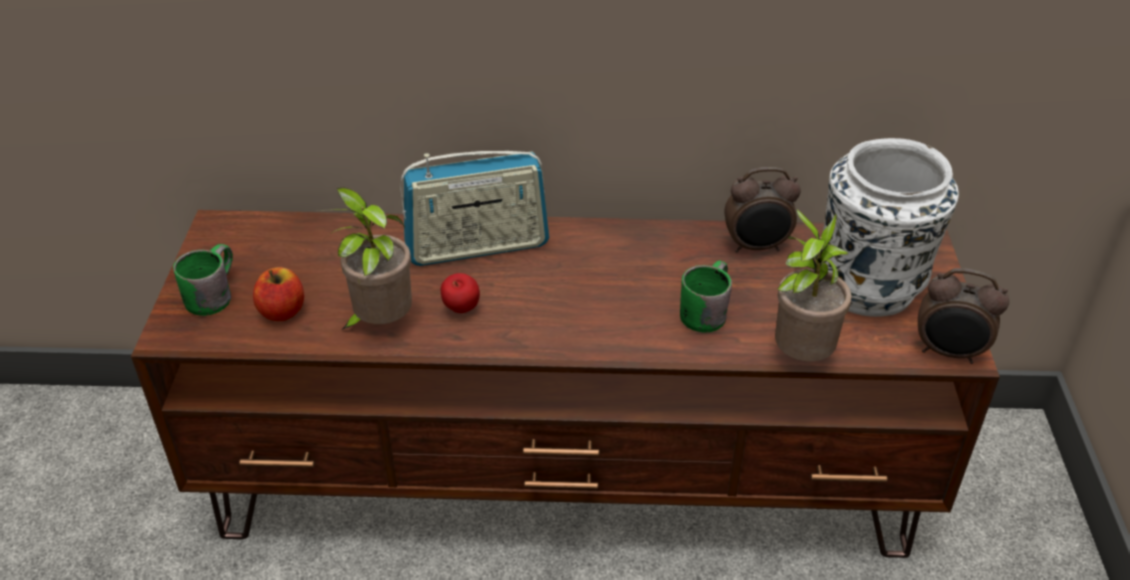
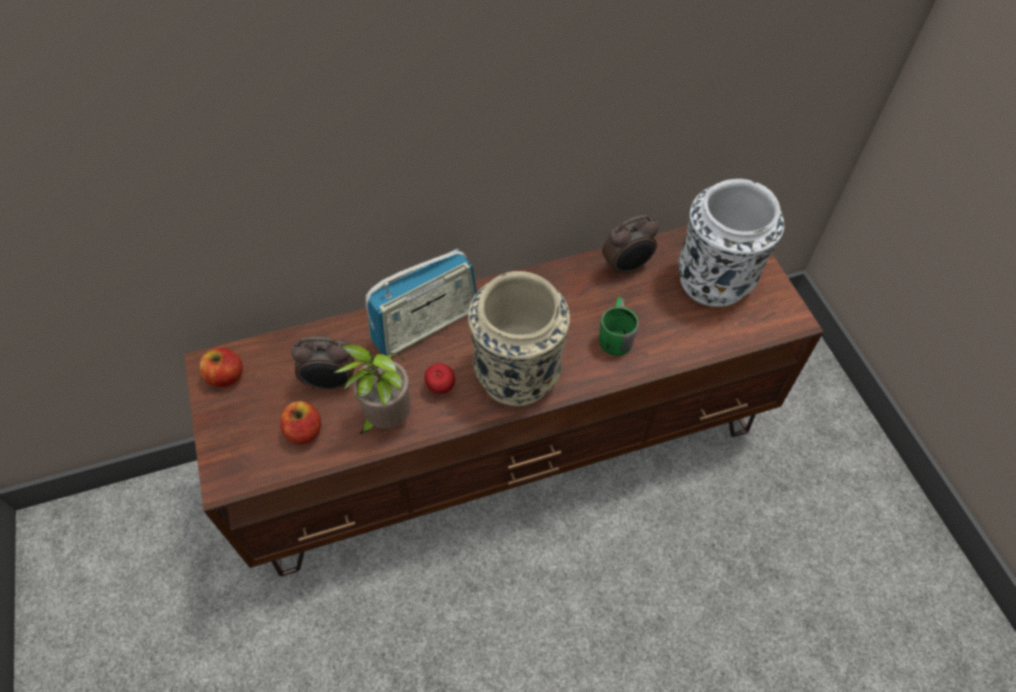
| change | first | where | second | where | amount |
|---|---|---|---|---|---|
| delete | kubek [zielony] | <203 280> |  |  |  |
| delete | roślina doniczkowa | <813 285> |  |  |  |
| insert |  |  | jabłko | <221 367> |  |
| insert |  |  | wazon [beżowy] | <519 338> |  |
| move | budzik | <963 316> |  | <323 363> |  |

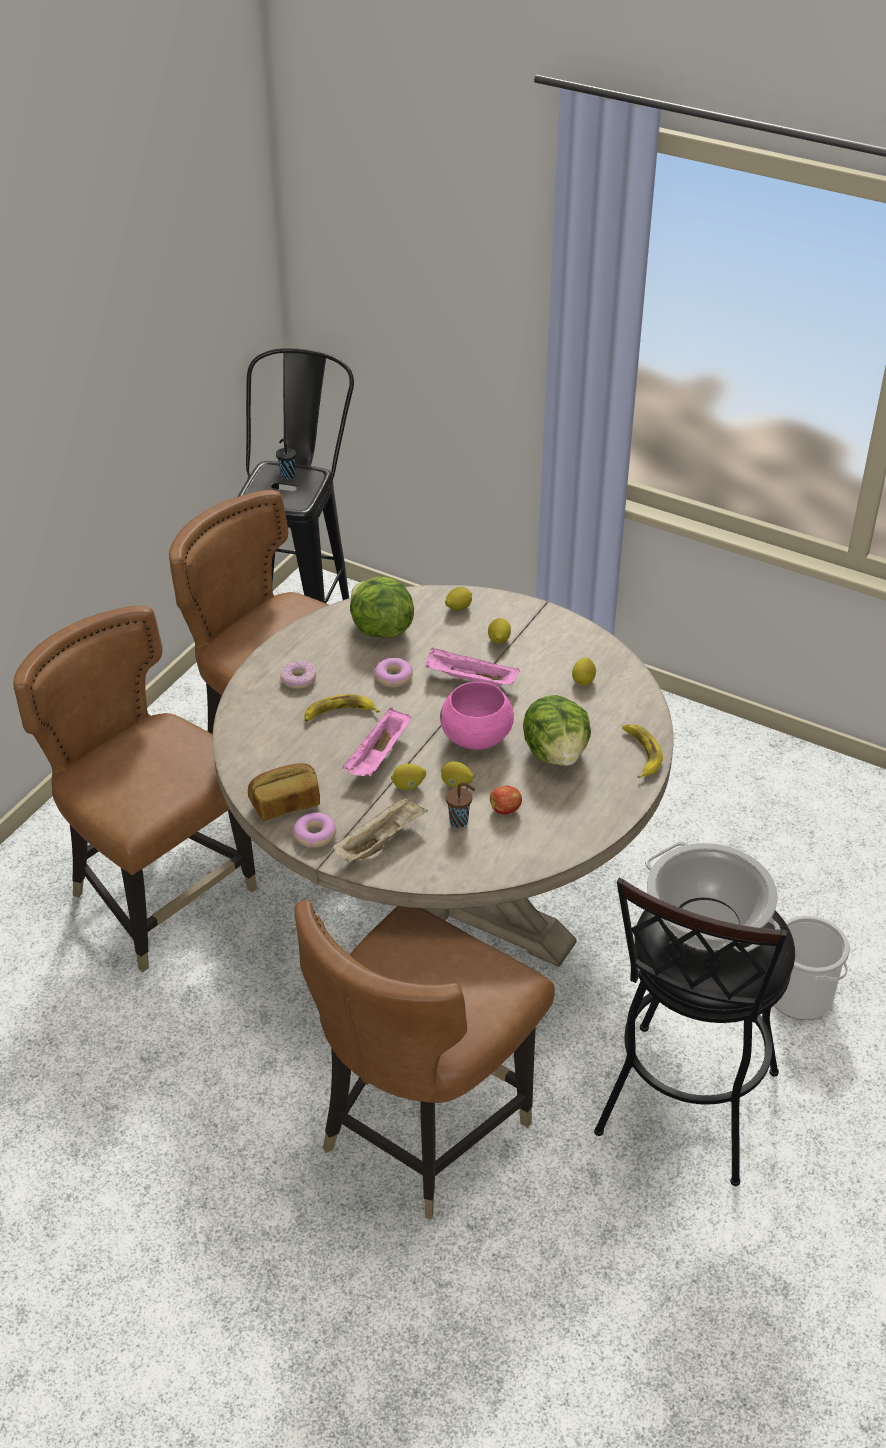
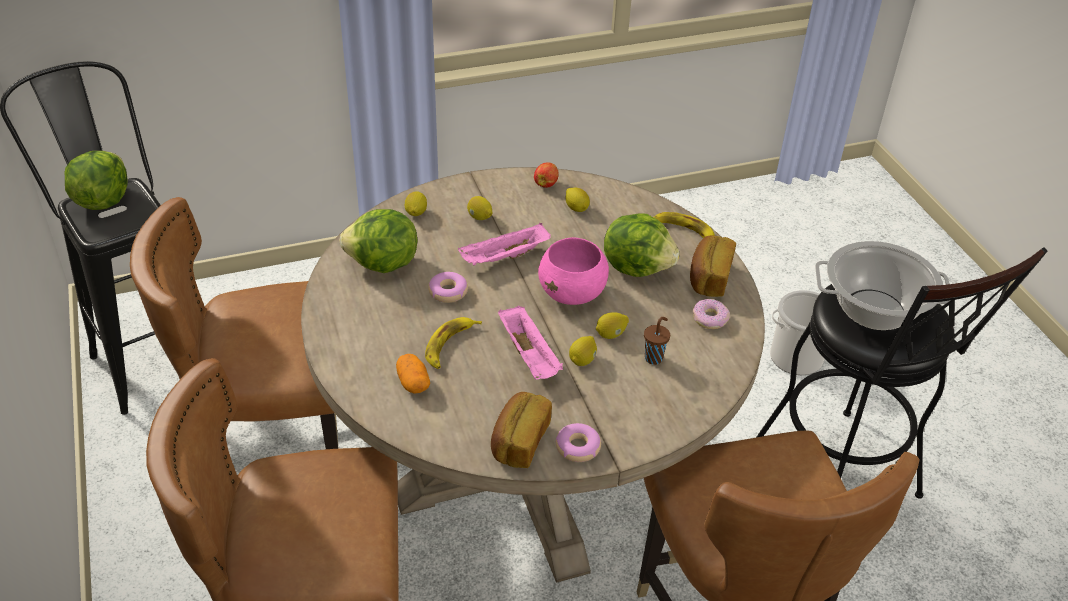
| change | first | where | second | where | amount |
|---|---|---|---|---|---|
| delete | taca [beżowy] | <380 829> |  |  |  |
| insert |  |  | ziemniak | <413 374> |  |
| insert |  |  | chleb | <713 266> |  |
| move | donut | <298 675> |  | <711 314> |  |
| move | jabłko | <506 800> |  | <546 175> |  |
| replace | filiżanka [czarny] | <286 459> | sałata | <96 180> |  |

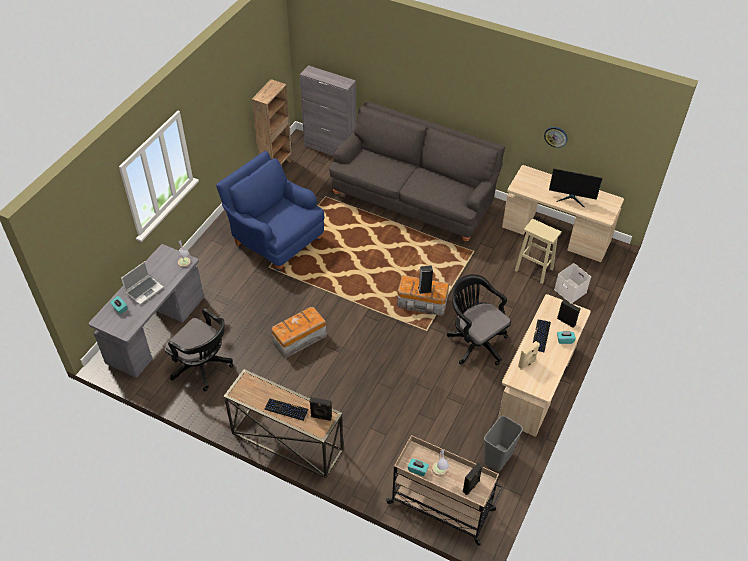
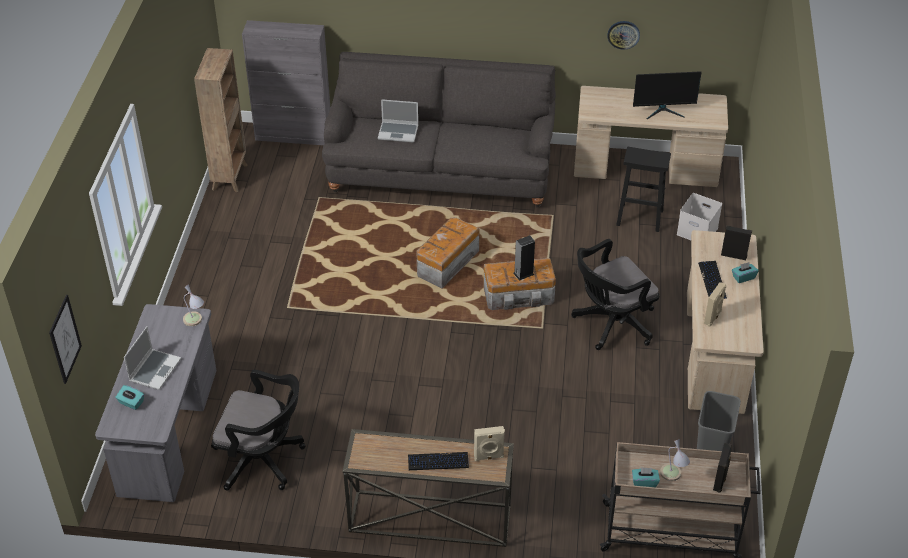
| change | first | where | second | where | amount |
|---|---|---|---|---|---|
| delete | fotel [niebieski] | <270 211> |  |  |  |
| insert |  |  | obraz | <65 339> |  |
| insert |  |  | laptop | <398 120> |  |
| move | pojemnik do przechowywania | <299 333> |  | <448 252> |  |
| recolor | głośnik [czarny] | <320 409> | głośnik [beżowy] | <489 443> |  |
| recolor | stołek [beżowy] | <538 251> | stołek [czarny] | <643 189> |  |
| rotate | krzesło biurowe [czarny] | <479 319> |  | <615 294> | 60 degrees counterclockwise |

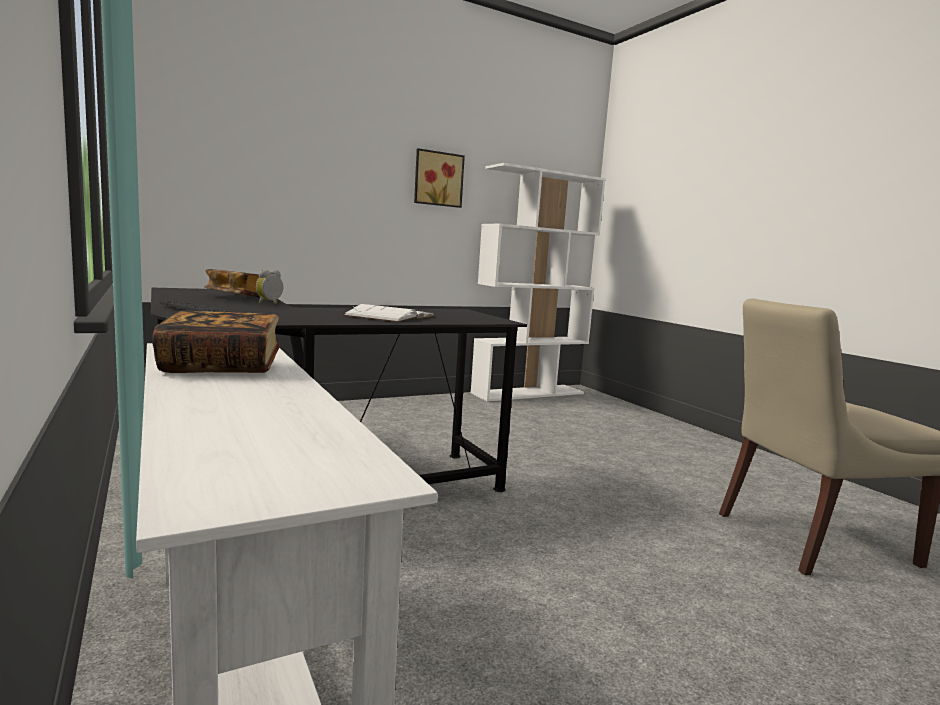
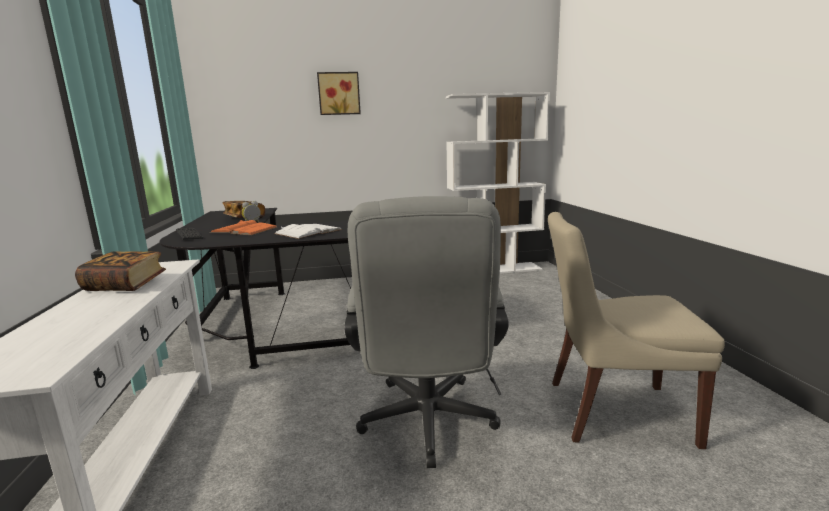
| change | first | where | second | where | amount |
|---|---|---|---|---|---|
| insert |  |  | książka [pomarańczowy] | <243 227> |  |
| insert |  |  | krzesło biurowe [szary] | <427 332> |  |
| move | obraz | <439 178> |  | <339 93> |  |

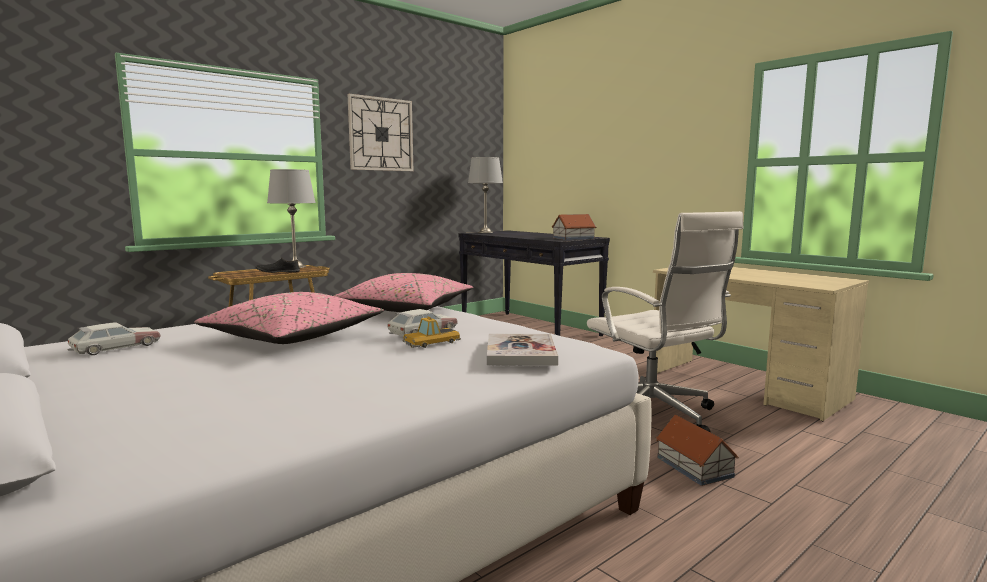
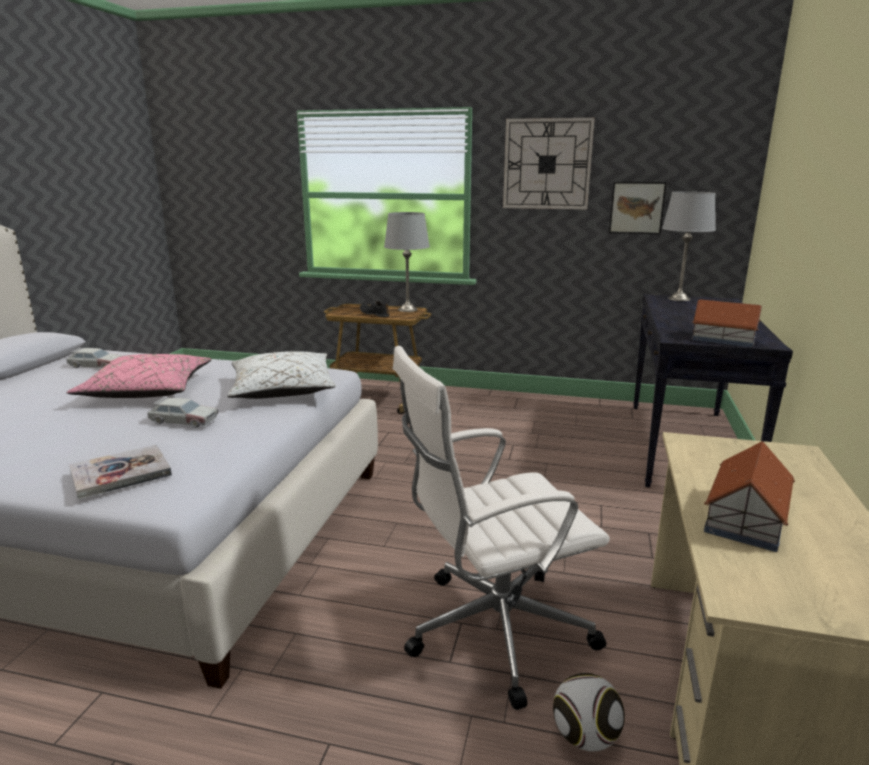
| change | first | where | second | where | amount |
|---|---|---|---|---|---|
| delete | samochodzik | <431 332> |  |  |  |
| insert |  |  | piłka futbolowa | <589 712> |  |
| insert |  |  | obraz | <638 208> |  |
| move | domek | <697 450> |  | <749 496> |  |
| recolor | poduszka [różowy] | <403 292> | poduszka [biały] | <281 375> |  |
| rotate | krzesło biurowe [biały] | <665 322> |  | <501 528> | 45 degrees clockwise |

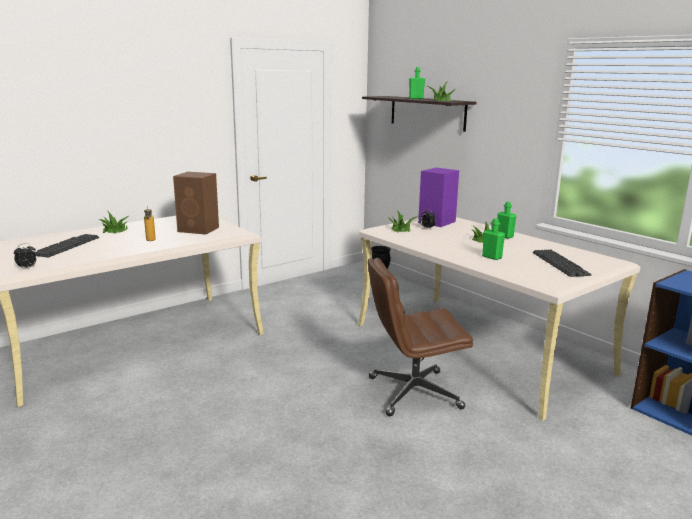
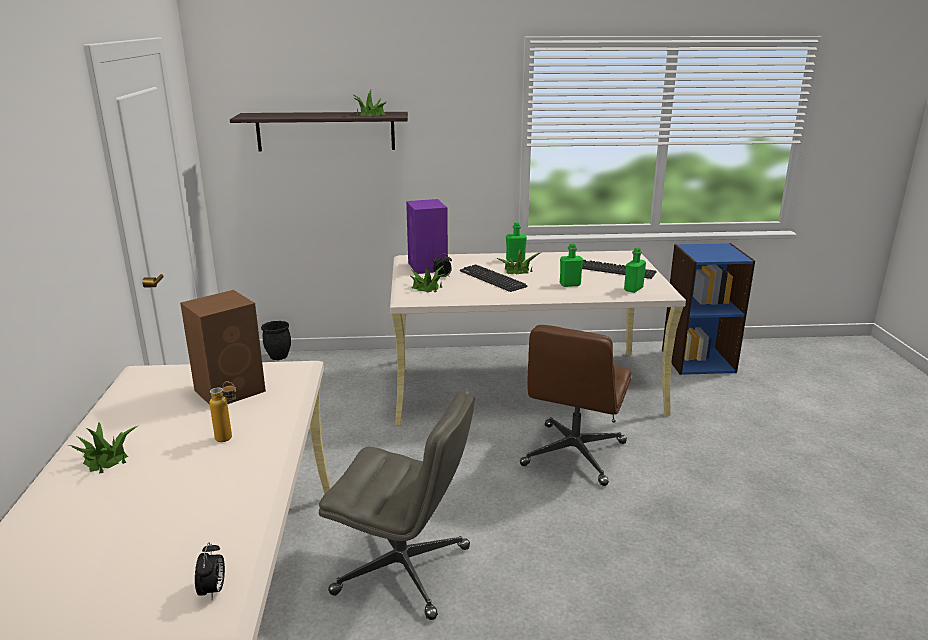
| change | first | where | second | where | amount |
|---|---|---|---|---|---|
| insert |  |  | krzesło biurowe [szary] | <397 505> |  |
| move | klawiatura | <66 245> |  | <494 278> |  |
| move | butelka [zielony] | <417 83> |  | <635 270> |  |

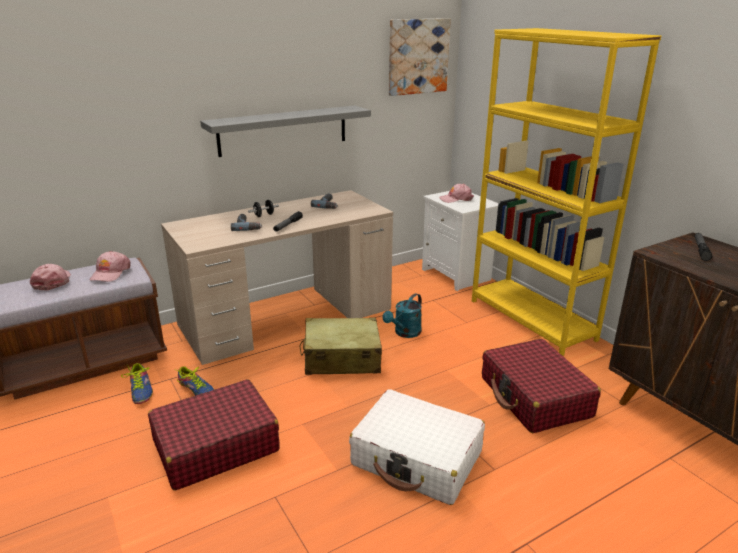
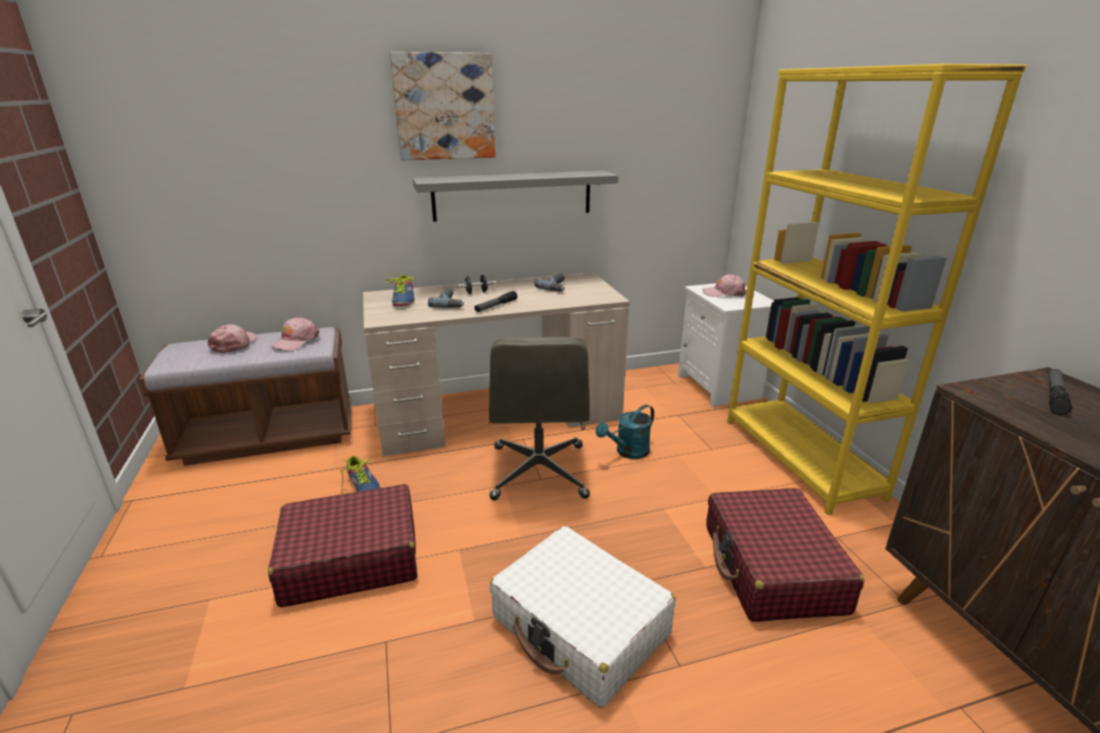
| change | first | where | second | where | amount |
|---|---|---|---|---|---|
| move | but | <137 383> |  | <400 290> |  |
| move | obraz | <420 57> |  | <443 106> |  |
| replace | walizka [beżowy] | <341 346> | krzesło biurowe [szary] | <539 418> |  |

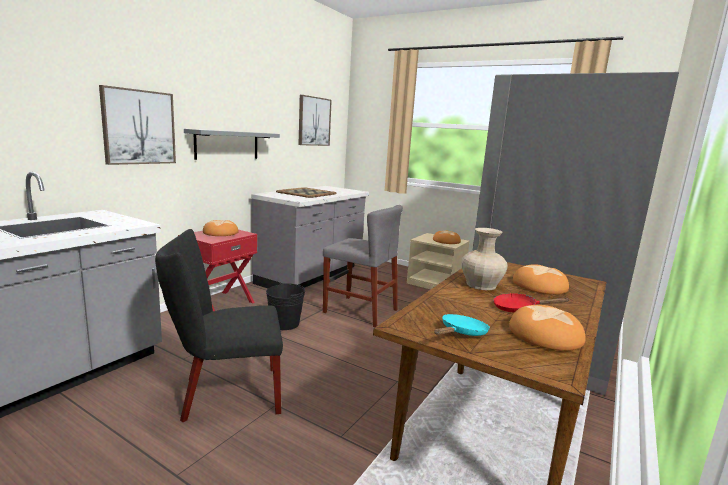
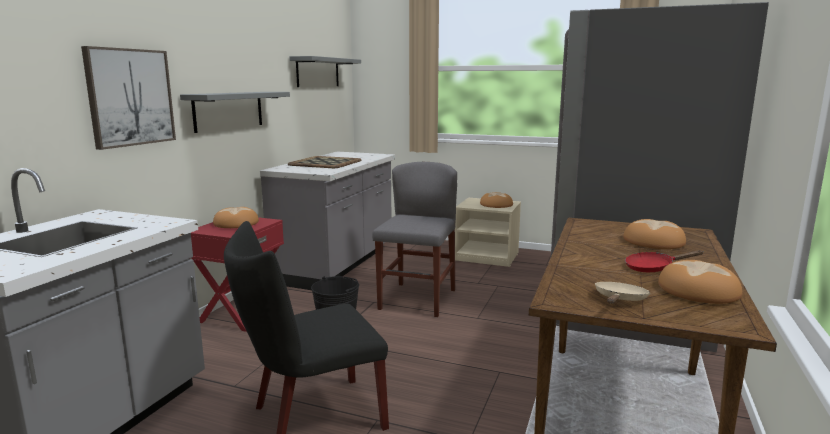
| change | first | where | second | where | amount |
|---|---|---|---|---|---|
| delete | wazon [beżowy] | <484 259> |  |  |  |
| replace | obraz | <315 120> | półka [szary] | <325 71> |  |
| recolor | patelnia [turkusowy] | <462 325> | patelnia [beżowy] | <622 292> |  |
| rotate | krzesło [szary] | <363 266> |  | <414 239> | 90 degrees counterclockwise |

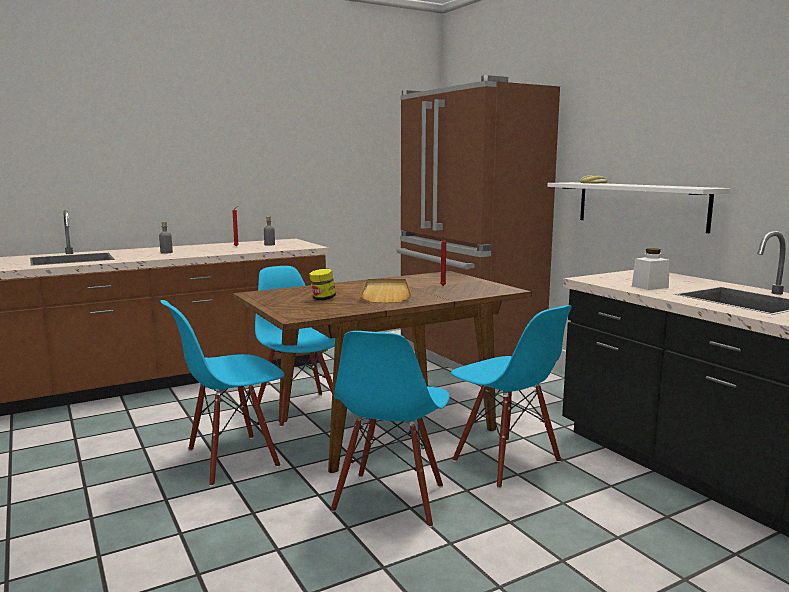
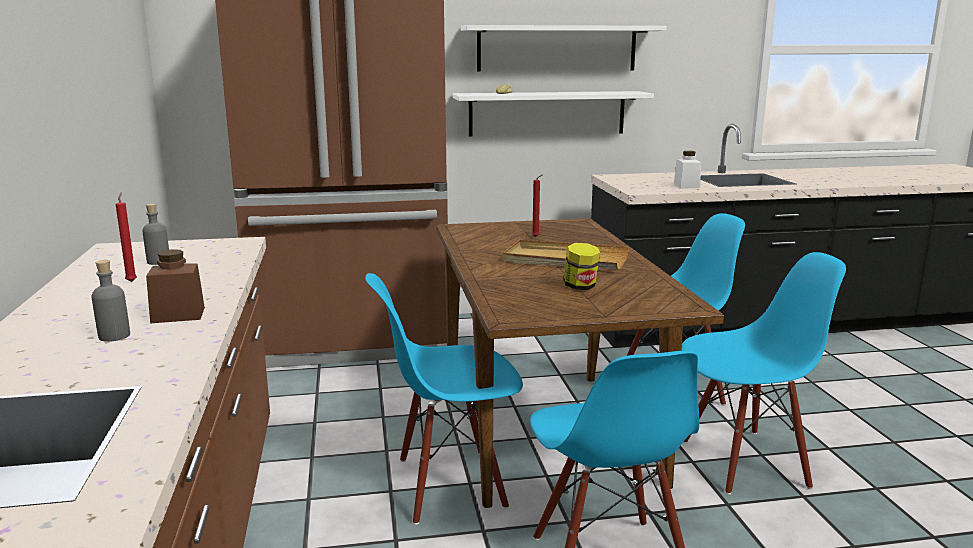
| change | first | where | second | where | amount |
|---|---|---|---|---|---|
| insert |  |  | słoik [brązowy] | <175 286> |  |
| insert |  |  | półka [biały] | <564 48> |  |
| rotate | krzesło [niebieski] | <390 429> |  | <763 373> | 45 degrees counterclockwise |

